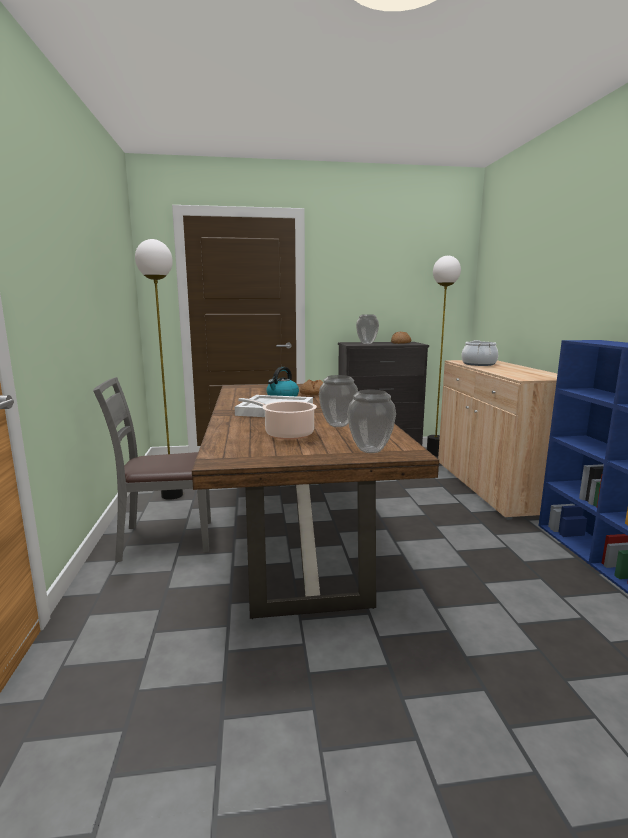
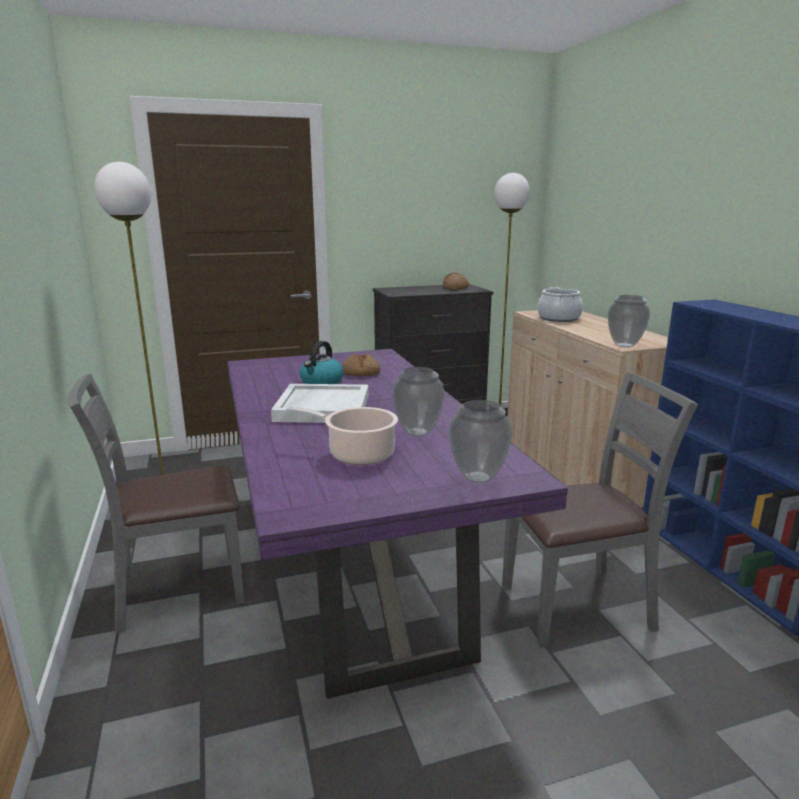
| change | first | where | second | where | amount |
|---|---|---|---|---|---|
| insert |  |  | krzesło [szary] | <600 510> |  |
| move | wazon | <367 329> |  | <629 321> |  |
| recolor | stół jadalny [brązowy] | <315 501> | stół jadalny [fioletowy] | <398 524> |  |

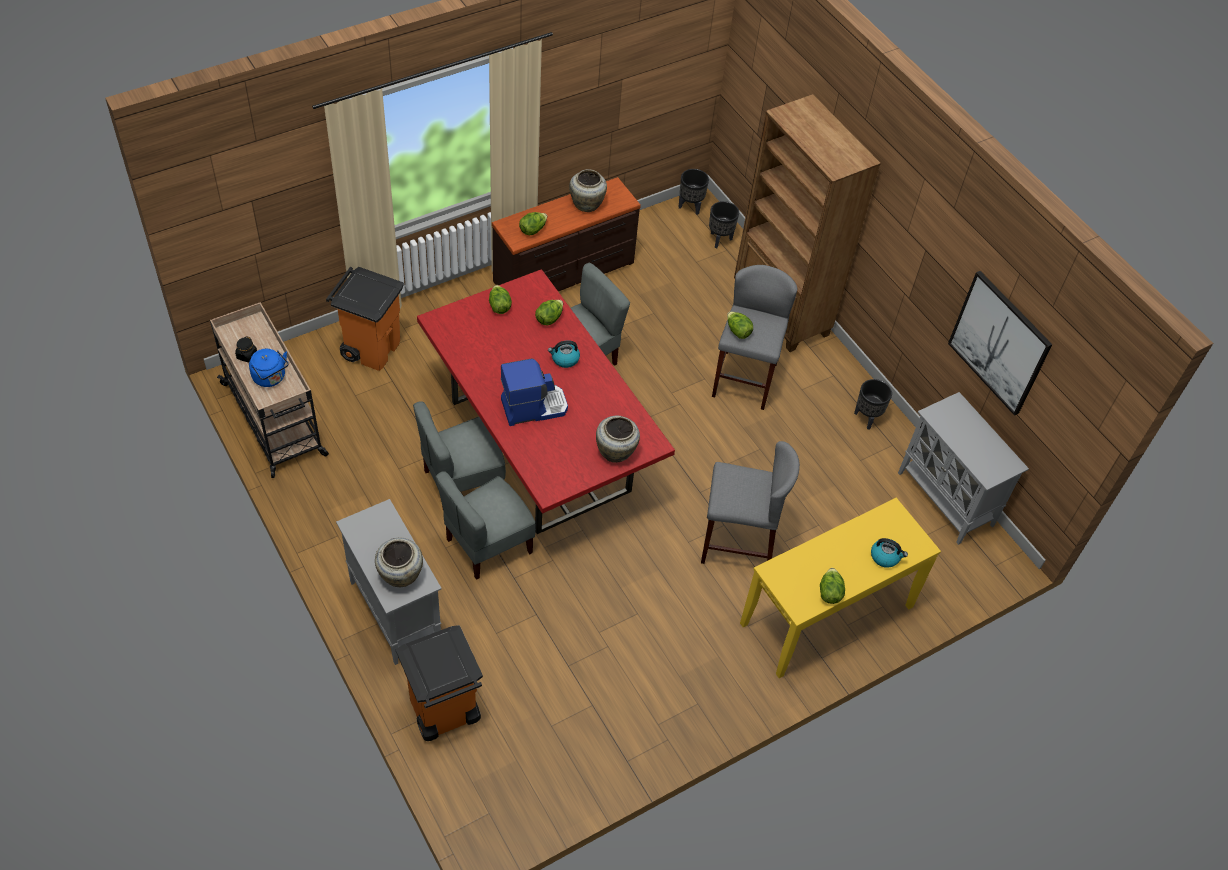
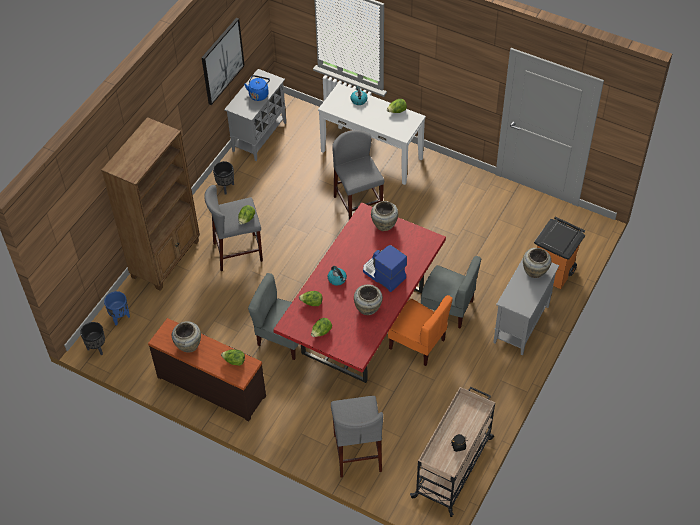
| change | first | where | second | where | amount |
|---|---|---|---|---|---|
| insert |  |  | wazon [beżowy] | <368 299> |  |
| move | czajnik [niebieski] | <269 368> |  | <257 88> |  |
| replace | kosz na śmieci [pomarańczowy] | <365 319> | stołek [szary] | <357 437> |  |
| recolor | krzesło [szary] | <459 454> | krzesło [pomarańczowy] | <420 330> |  |
| recolor | donica [czarny] | <724 224> | donica [niebieski] | <117 308> |  |
| recolor | stolik konsolowy [żółty] | <840 588> | stolik konsolowy [biały] | <372 134> |  |

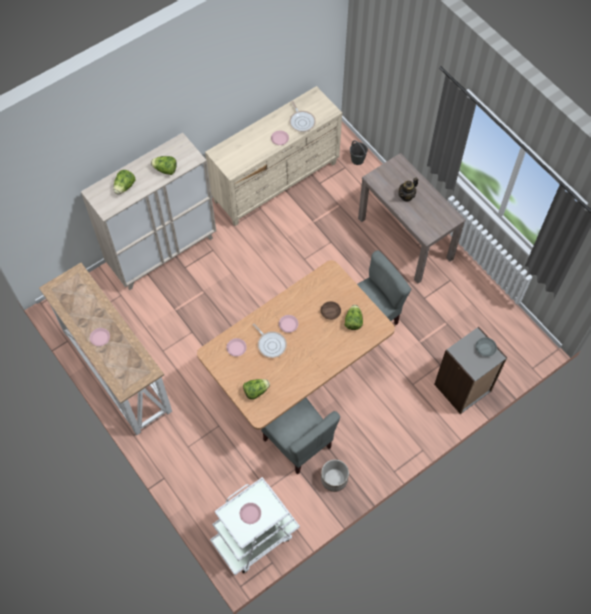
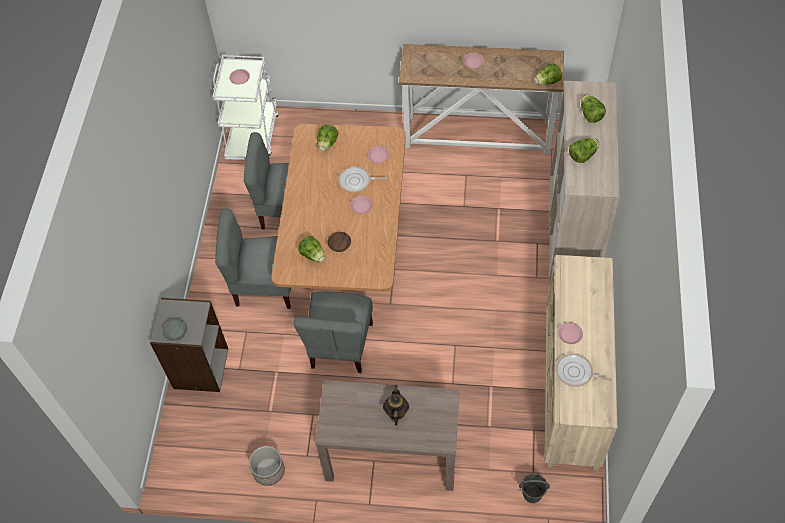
| change | first | where | second | where | amount |
|---|---|---|---|---|---|
| insert |  |  | krzesło [szary] | <253 258> |  |
| insert |  |  | sałata | <548 74> |  |
| move | donica | <335 475> |  | <267 466> |  |

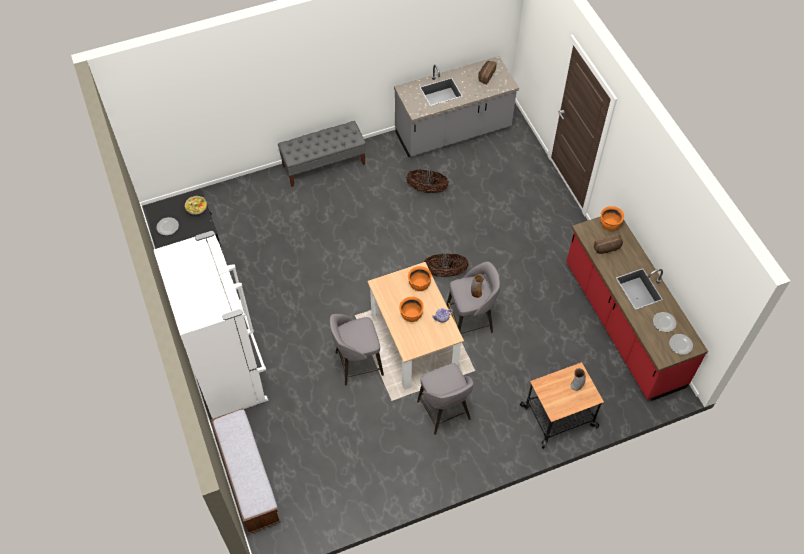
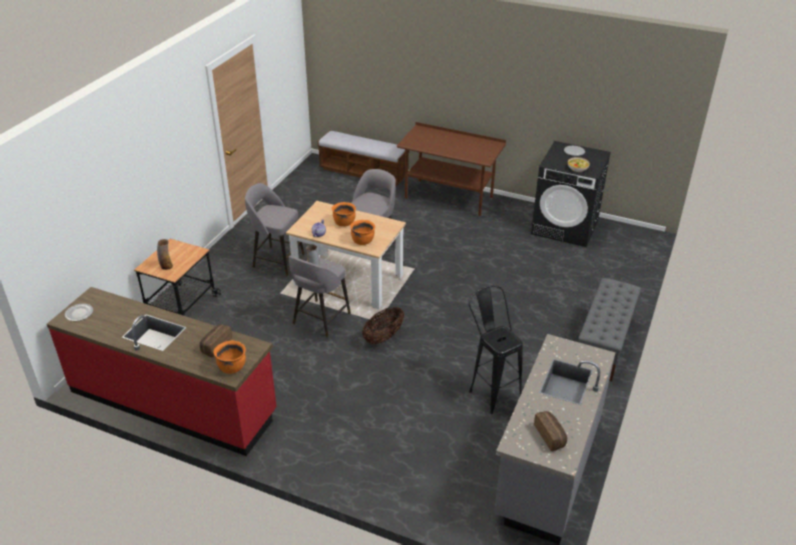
| change | first | where | second | where | amount |
|---|---|---|---|---|---|
| delete | talerz | <664 322> |  |  |  |
| replace | lodówka [biały] | <211 325> | biurko [brązowy] | <451 170> |  |
| replace | koszyk | <427 181> | stołek [czarny] | <496 349> |  |

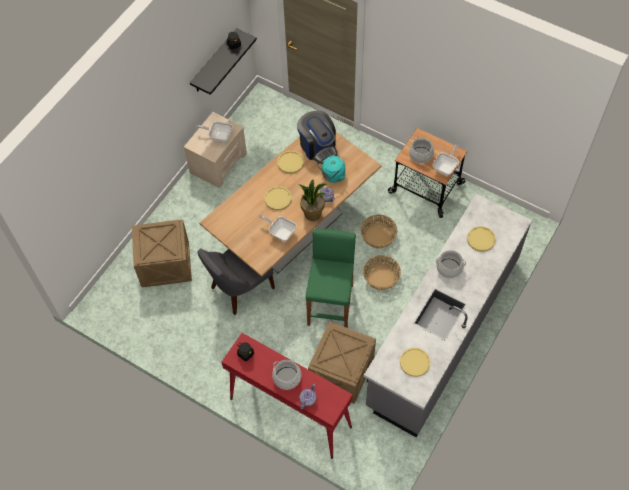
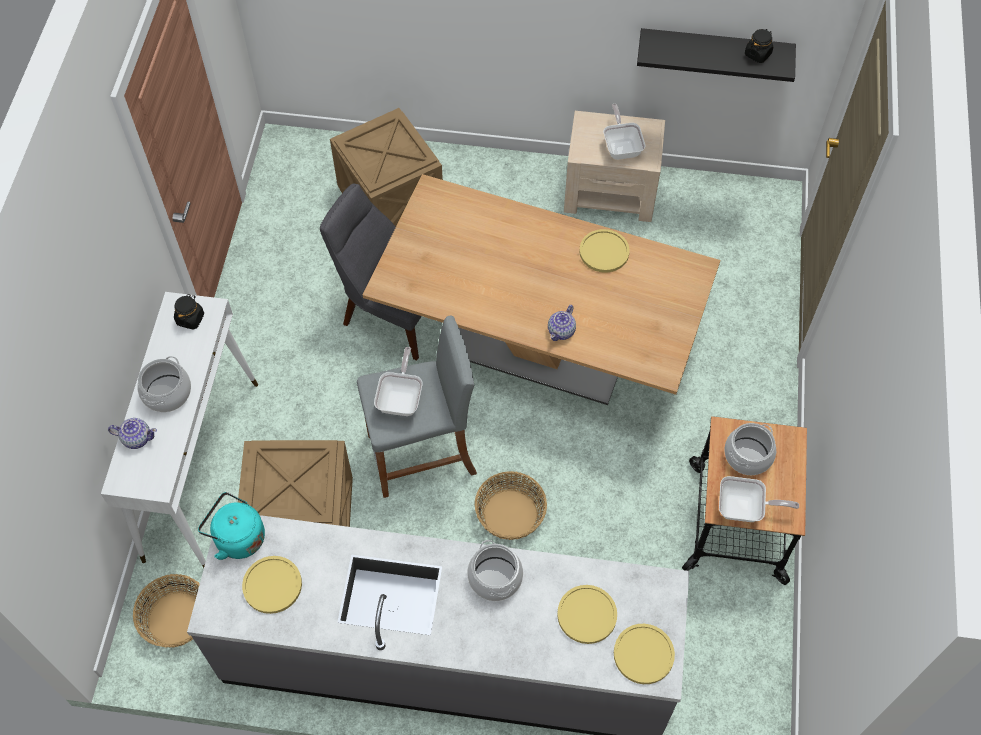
| change | first | where | second | where | amount |
|---|---|---|---|---|---|
| delete | ekspres do kawy | <317 137> |  |  |  |
| delete | roślina doniczkowa | <312 200> |  |  |  |
| move | patelnia | <278 228> |  | <398 381> |  |
| move | talerz [żółty] | <278 198> |  | <644 654> |  |
| move | czajnik [turkusowy] | <331 169> |  | <231 526> |  |
| move | koszyk | <379 231> |  | <166 611> |  |
| recolor | stolik konsolowy [czerwony] | <287 396> | stolik konsolowy [biały] | <179 430> |  |
| recolor | stołek [zielony] | <331 278> | stołek [szary] | <417 407> |  |

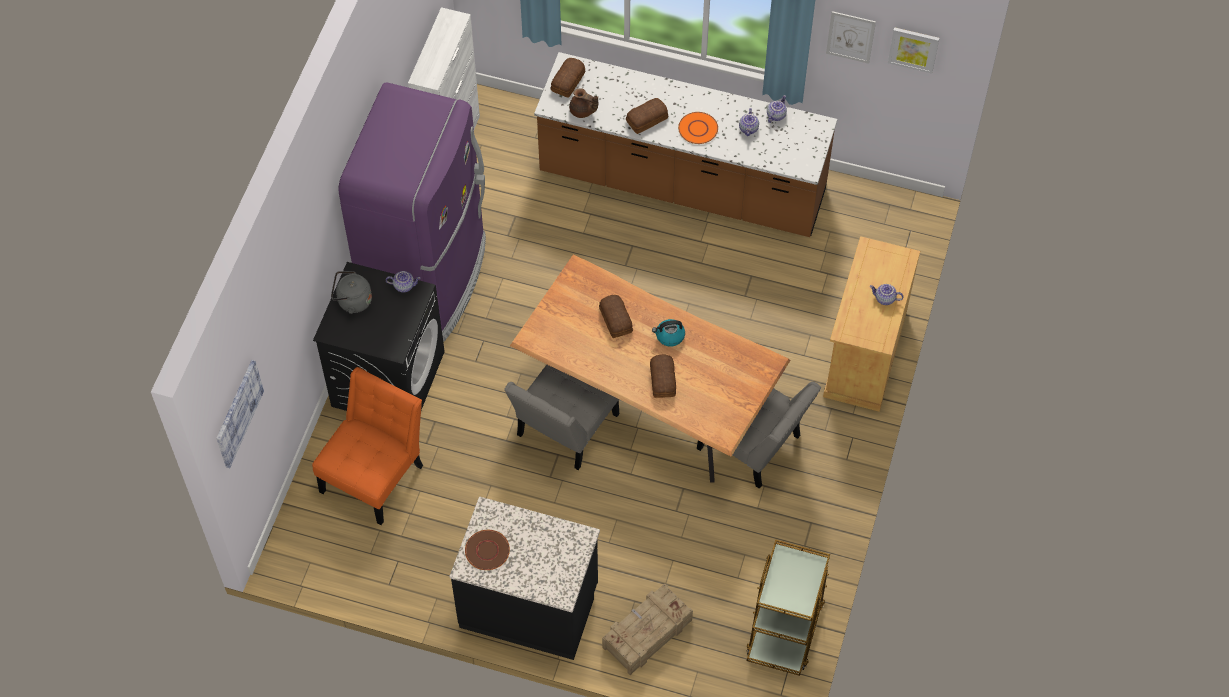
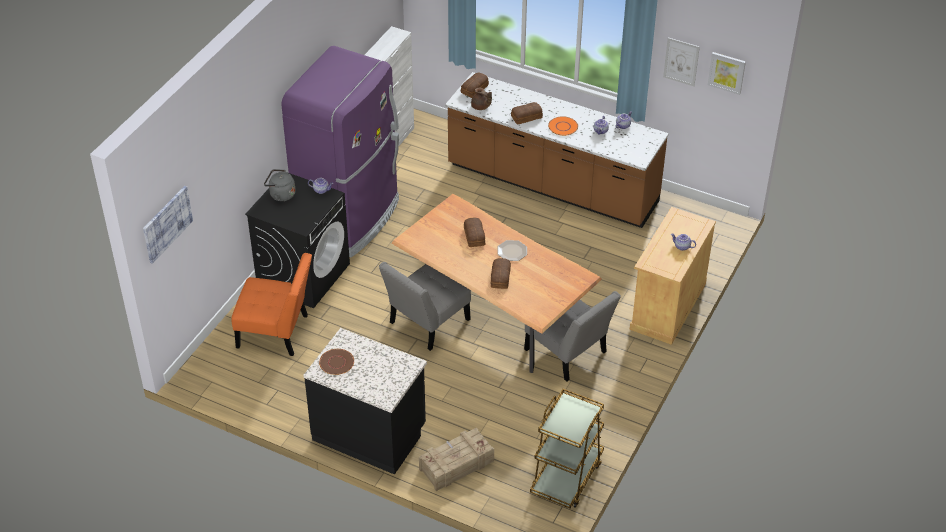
| change | first | where | second | where | amount |
|---|---|---|---|---|---|
| replace | czajnik | <668 333> | talerz | <512 250> |  |
| rotate | krzesło [pomarańczowy] | <367 446> |  | <271 304> | 60 degrees clockwise |

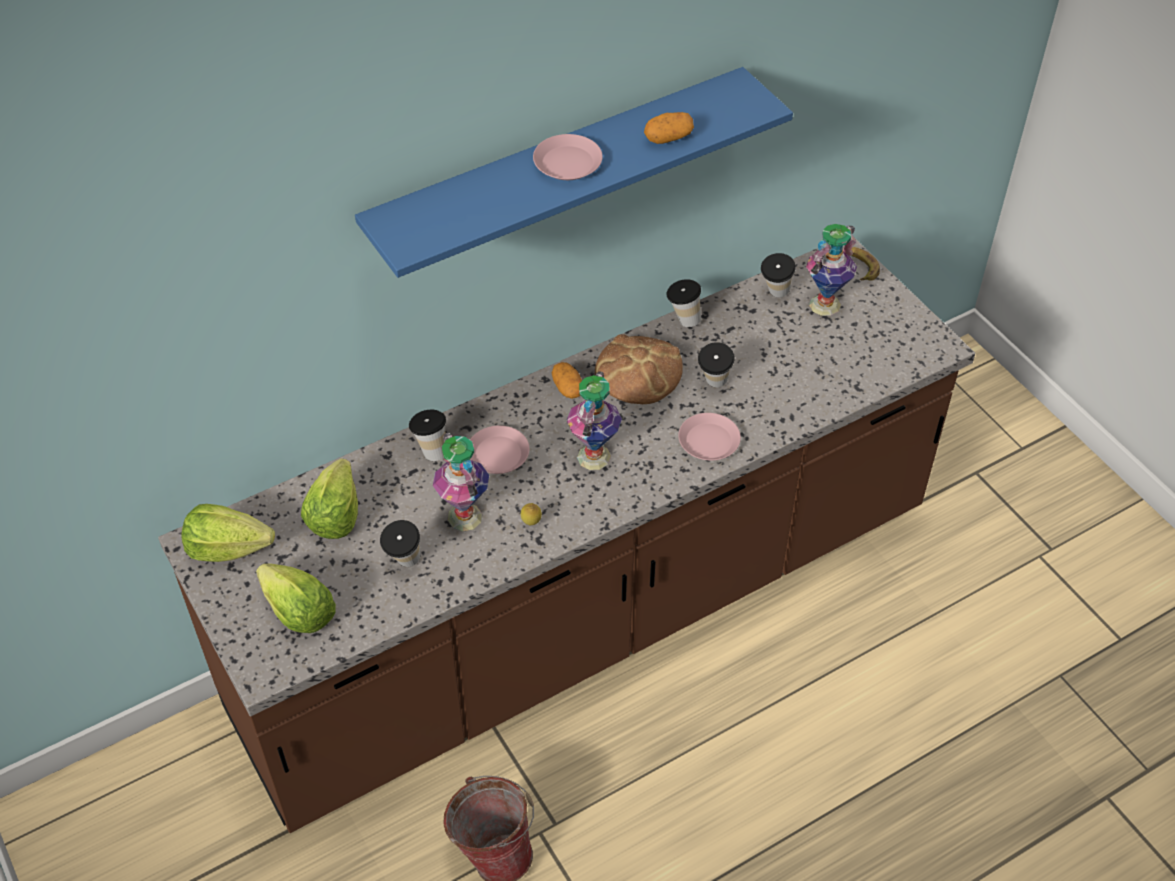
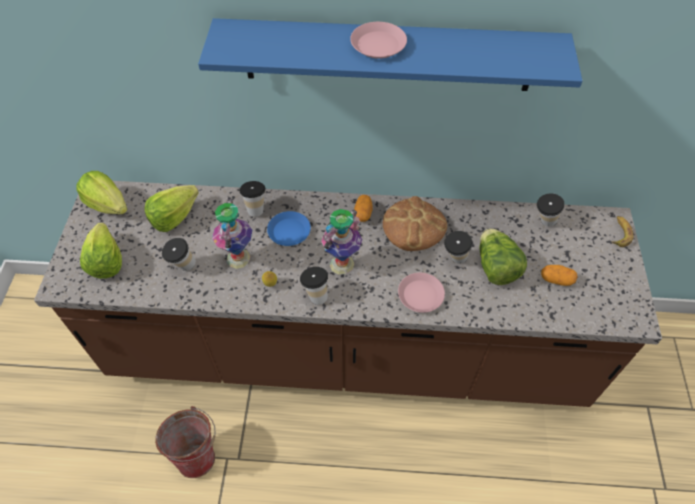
| change | first | where | second | where | amount |
|---|---|---|---|---|---|
| delete | wazon | <831 270> |  |  |  |
| insert |  |  | sałata | <503 256> |  |
| move | ziemniak | <669 128> |  | <559 275> |  |
| move | filiżanka | <683 303> |  | <314 286> |  |
| recolor | talerz [różowy] | <499 449> | talerz [niebieski] | <289 228> |  |

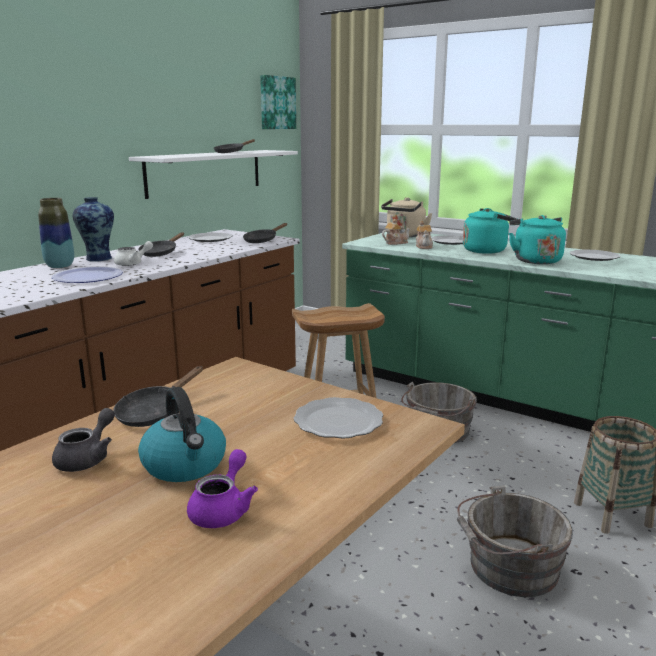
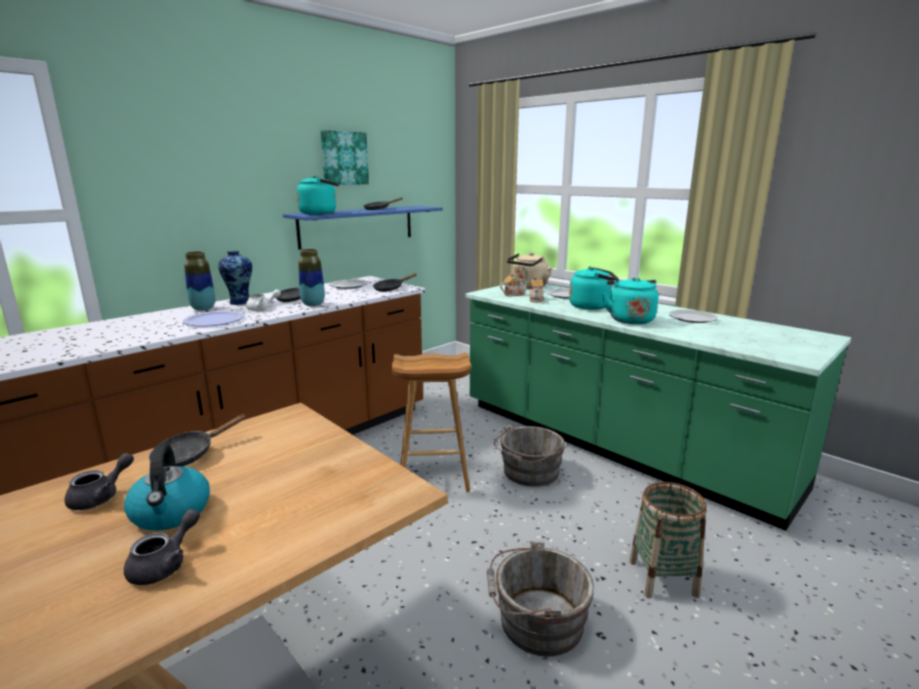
| change | first | where | second | where | amount |
|---|---|---|---|---|---|
| delete | talerz | <338 418> |  |  |  |
| insert |  |  | czajnik [turkusowy] | <318 194> |  |
| insert |  |  | wazon | <311 277> |  |
| move | obraz | <278 102> |  | <345 157> |  |
| recolor | półka [biały] | <213 174> | półka [niebieski] | <363 228> |  |
| recolor | imbryk [fioletowy] | <222 488> | imbryk [szary] | <162 547> |  |

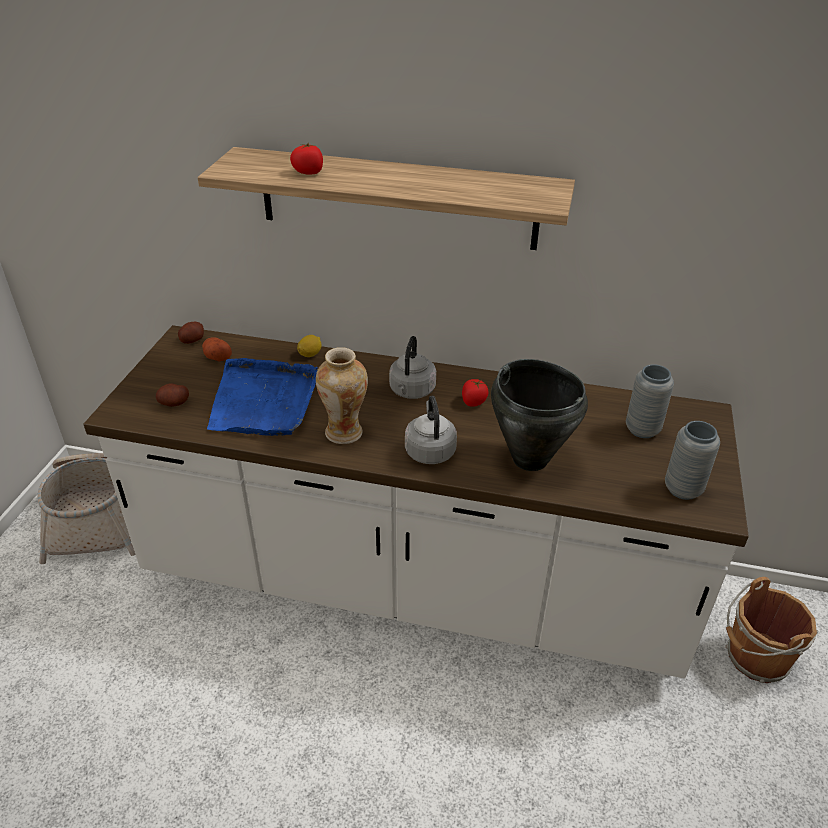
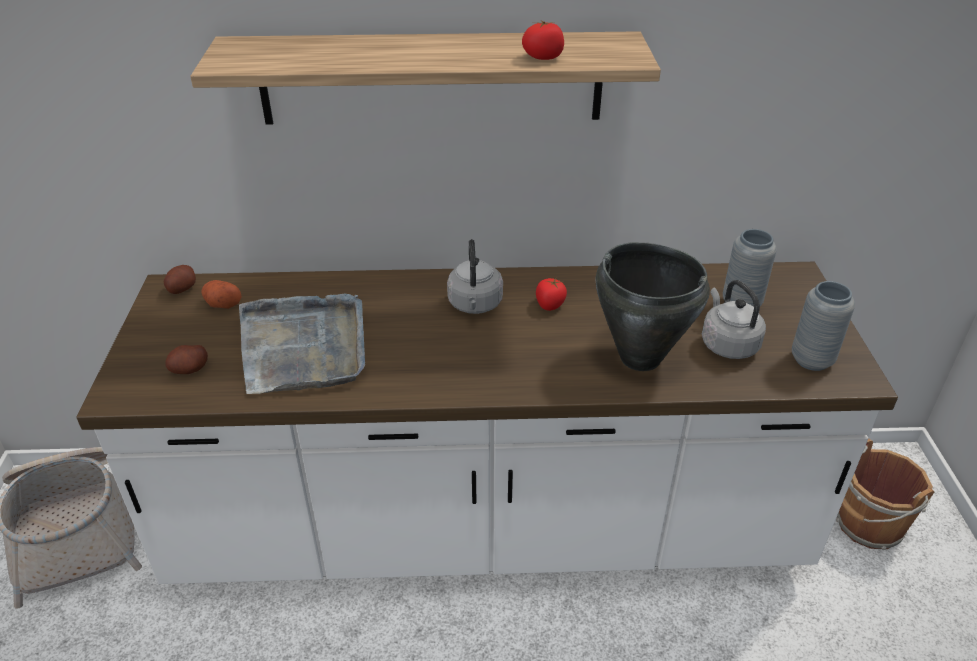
| change | first | where | second | where | amount |
|---|---|---|---|---|---|
| delete | cytryna | <309 346> |  |  |  |
| delete | wazon | <342 395> |  |  |  |
| move | pomidor | <306 158> |  | <543 40> |  |
| move | czajnik [szary] | <431 430> |  | <734 319> |  |
| recolor | taca [niebieski] | <262 397> | taca [szary] | <302 343> |  |

